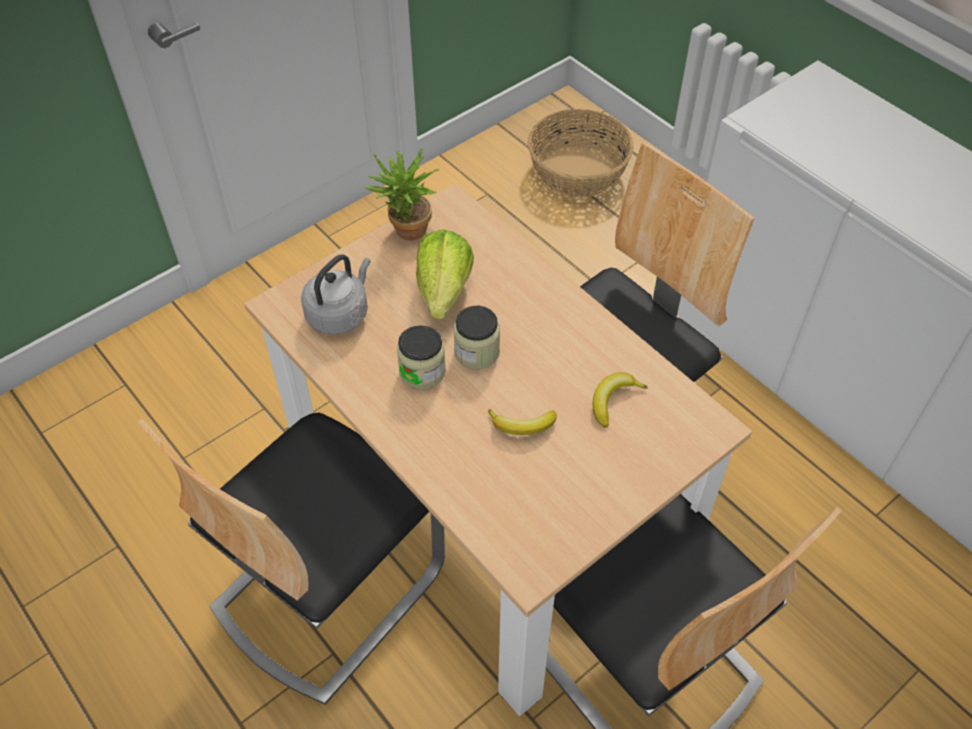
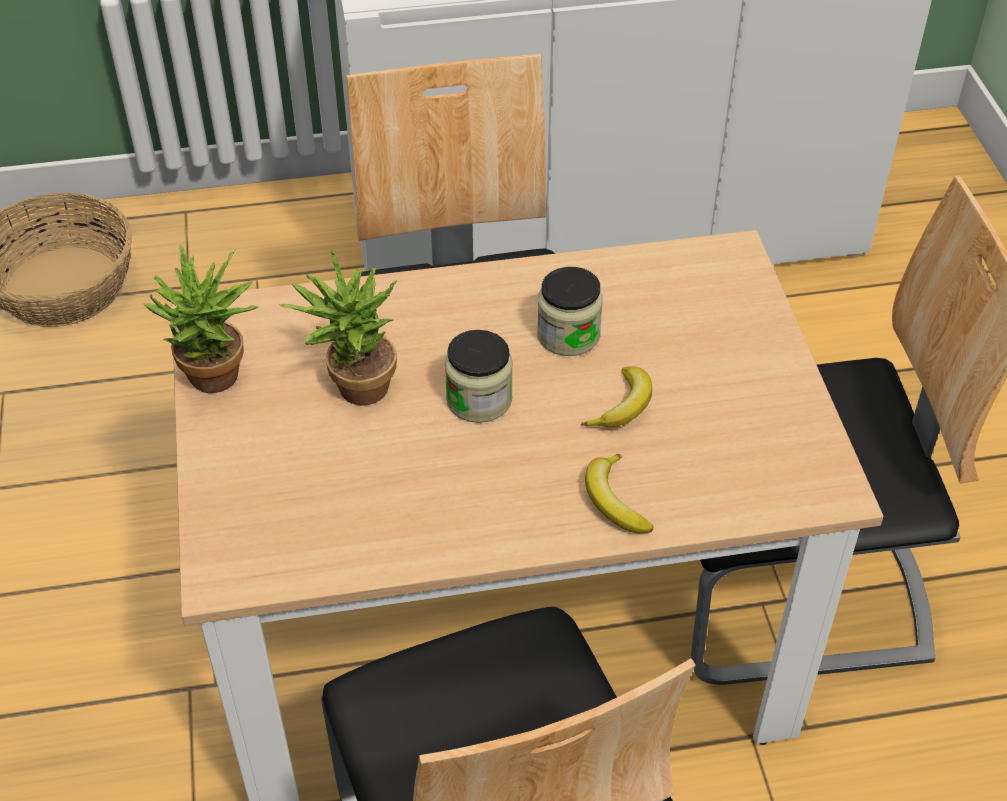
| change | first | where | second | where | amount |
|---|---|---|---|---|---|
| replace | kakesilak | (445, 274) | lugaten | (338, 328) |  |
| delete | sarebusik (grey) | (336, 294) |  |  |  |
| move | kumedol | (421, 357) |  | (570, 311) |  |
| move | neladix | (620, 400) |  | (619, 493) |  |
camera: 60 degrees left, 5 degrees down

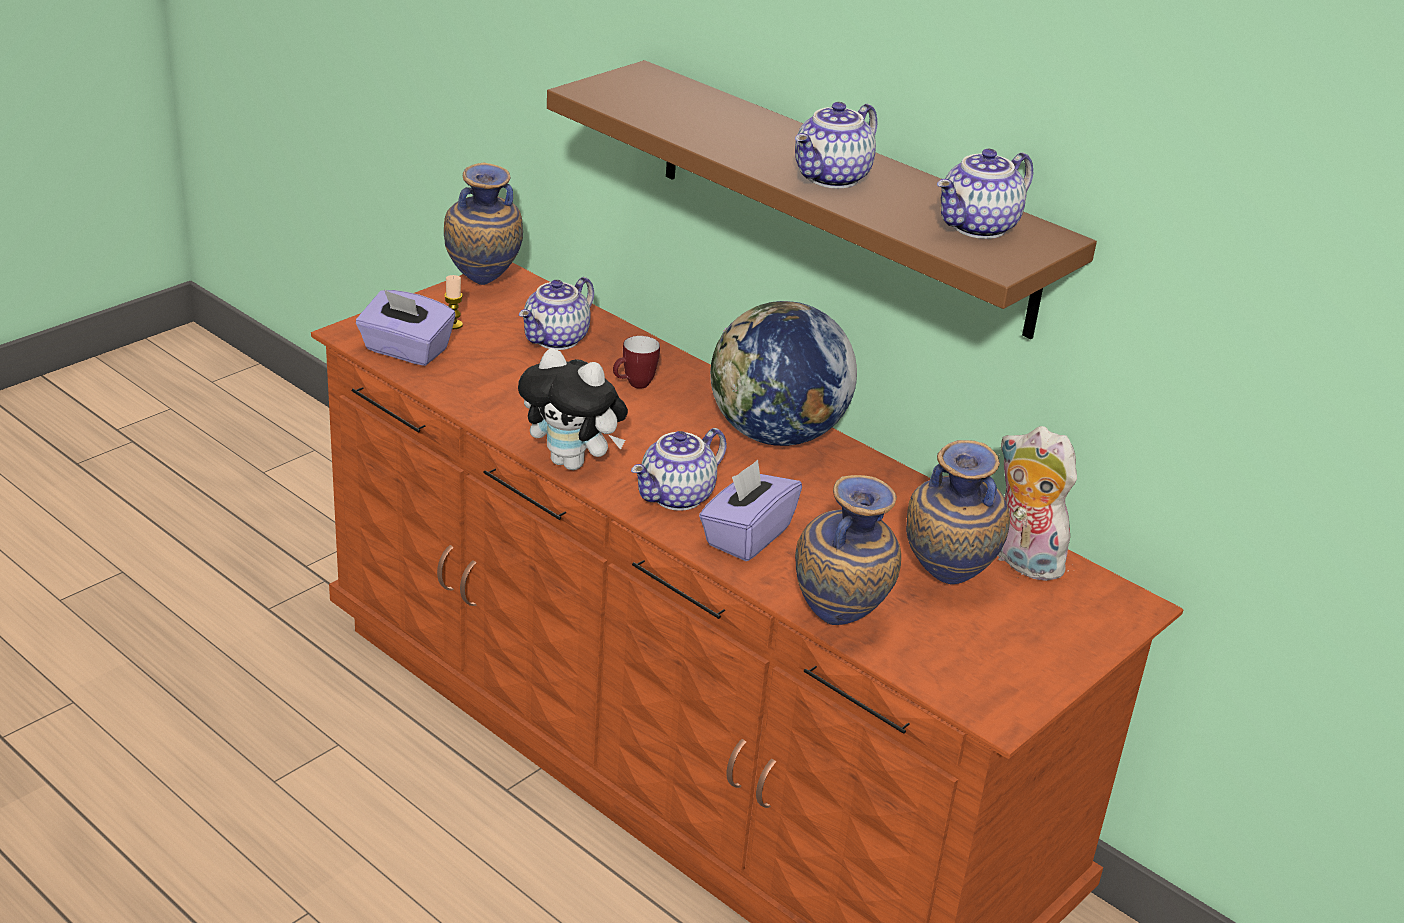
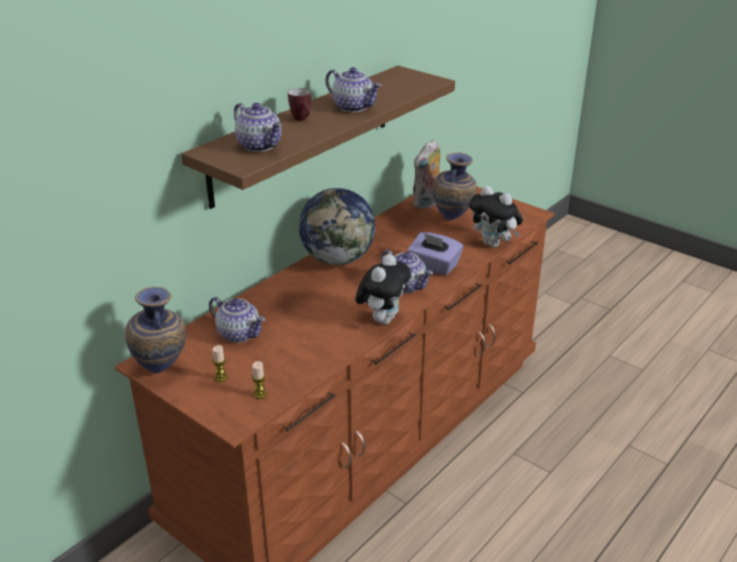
| change | first | where | second | where | amount |
|---|---|---|---|---|---|
| move | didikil | (985, 194) |  | (258, 127) |  |
| replace | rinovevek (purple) | (405, 328) | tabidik | (259, 380) |  |
| move | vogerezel | (636, 362) |  | (299, 104) |  |
| replace | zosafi | (848, 550) | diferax | (496, 217) |  |
camera: 90 degrees left, 0 degrees up

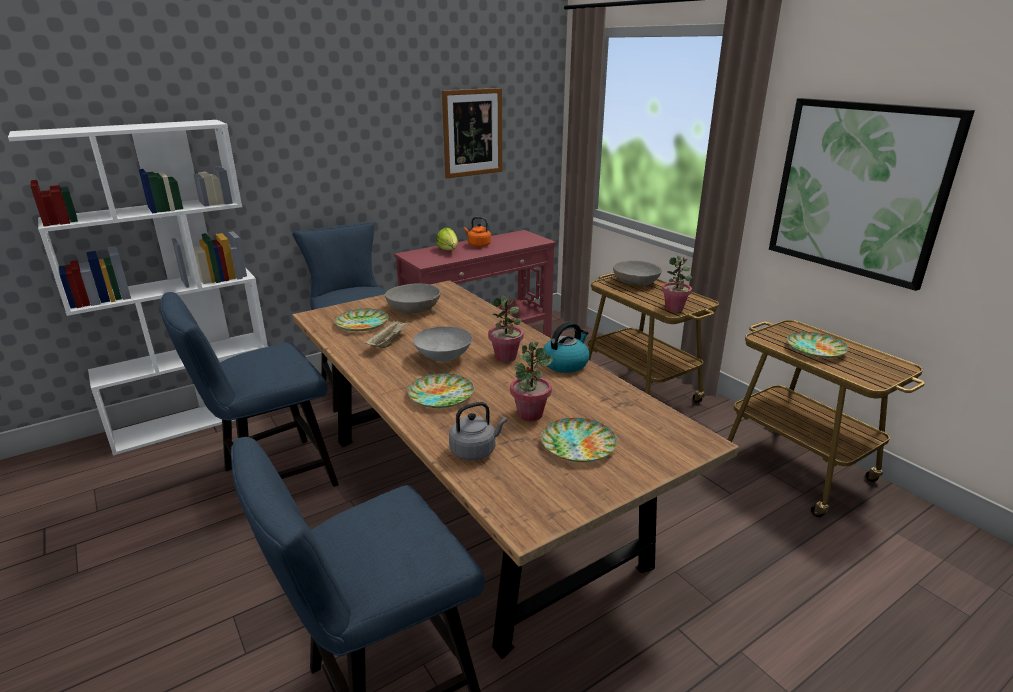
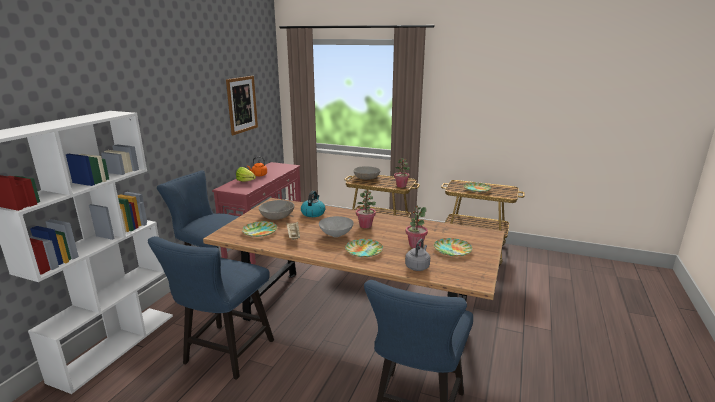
| change | first | where | second | where | amount |
|---|---|---|---|---|---|
| delete | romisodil | (872, 194) |  |  |  |
| move | sarebusik | (566, 347) |  | (313, 204) |  |
camera: 35 degrees left, 5 degrees down

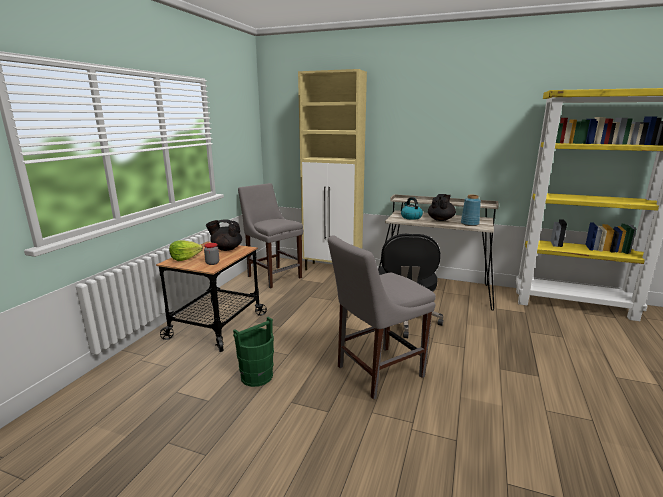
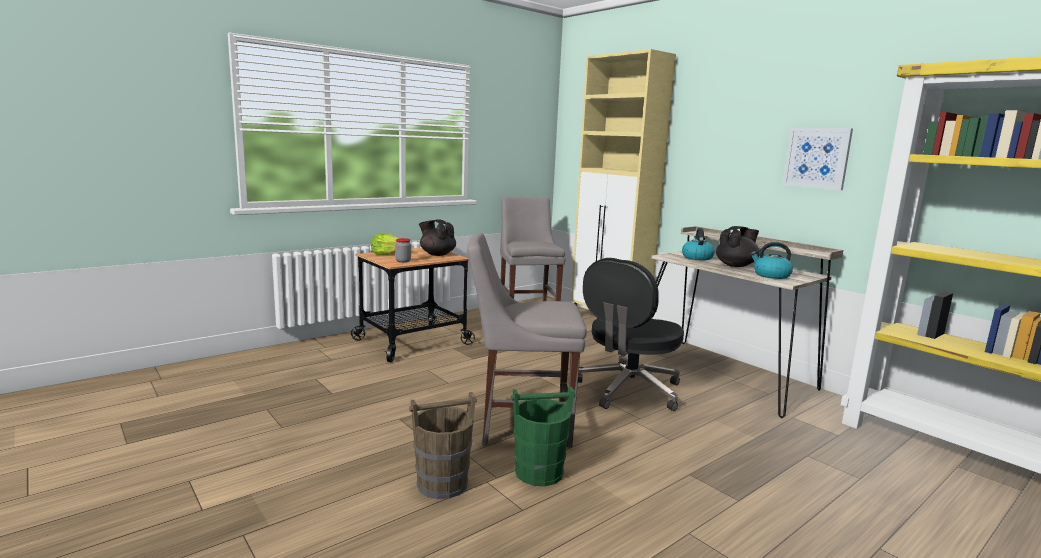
| change | first | where | second | where | amount |
|---|---|---|---|---|---|
| replace | zosafi (blue) | (471, 210) | sarebusik | (771, 260) |  |
| move | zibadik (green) | (253, 352) |  | (543, 436) |  |
| insert |  |  | romisodil | (818, 159) |  |
| insert |  |  | zibadik (brown) | (443, 445) |  |
camera: 30 degrees right, 5 degrees down

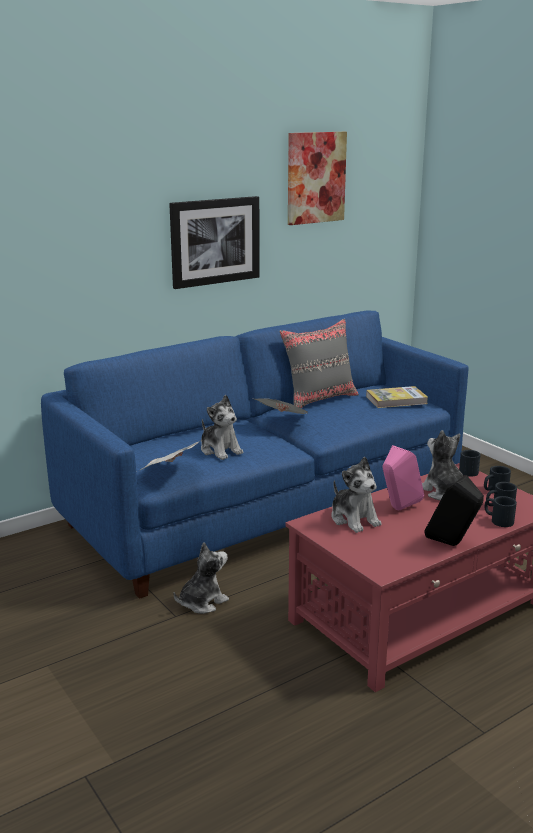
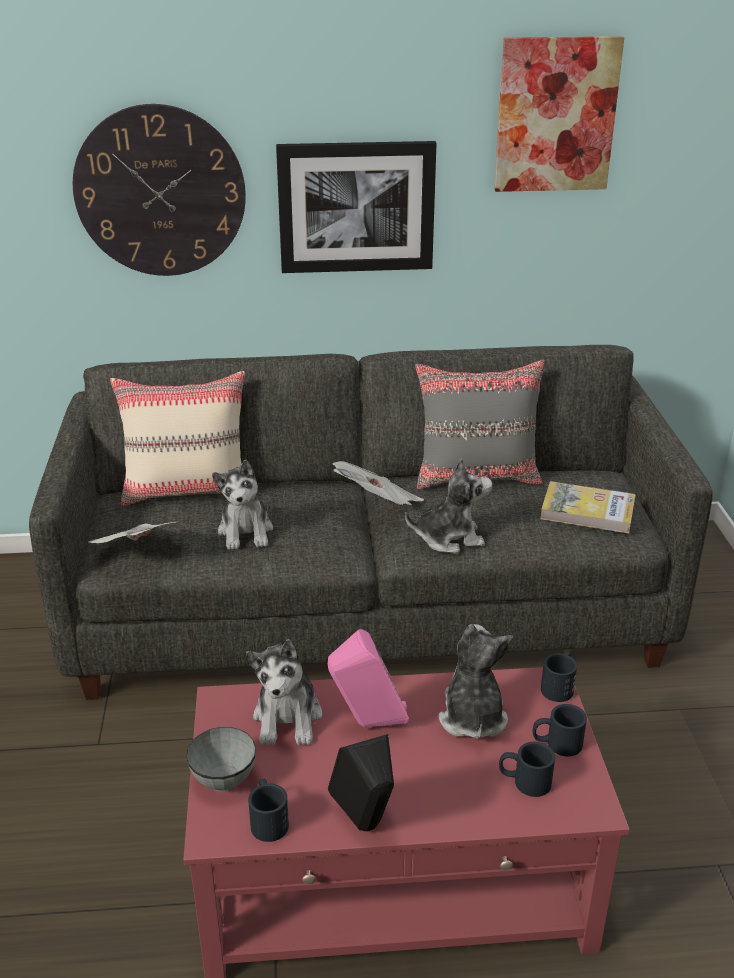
| change | first | where | second | where | amount |
|---|---|---|---|---|---|
| recolor | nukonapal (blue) | (255, 455) | nukonapal (grey) | (371, 522) |  |
| move | vogerezel (black) | (501, 511) |  | (268, 810) |  |
| move | diferax | (201, 578) |  | (449, 505) |  |
| insert |  |  | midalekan | (159, 190) |  |
| insert |  |  | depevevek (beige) | (177, 438) |  |
| insert |  |  | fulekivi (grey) | (221, 759) |  |
camera: 30 degrees right, 10 degrees up

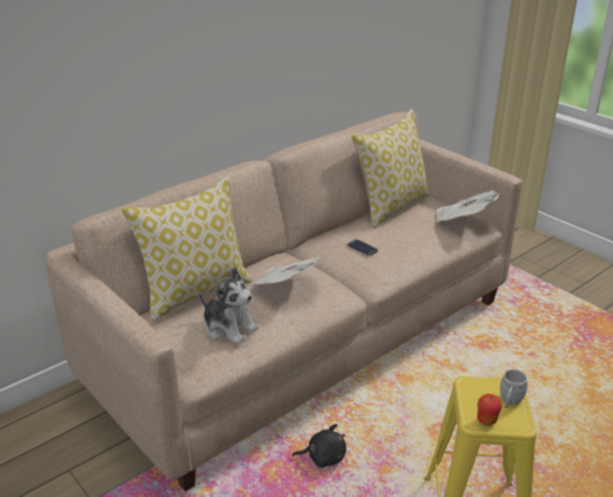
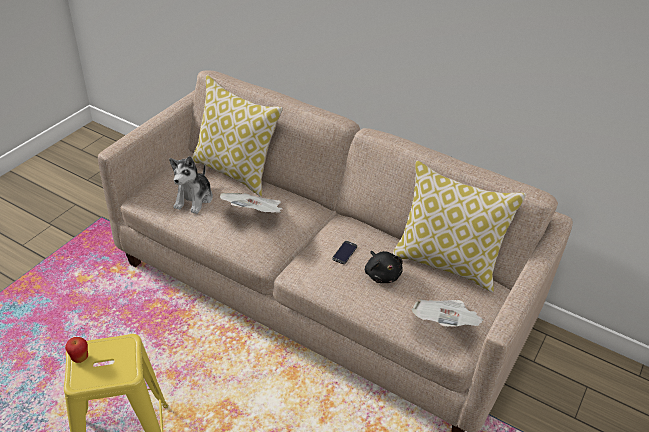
| change | first | where | second | where | amount |
|---|---|---|---|---|---|
| delete | vogerezel (grey) | (514, 388) |  |  |  |
| move | diferax (black) | (319, 446) |  | (384, 267) |  |
camera: 70 degrees right, 10 degrees up

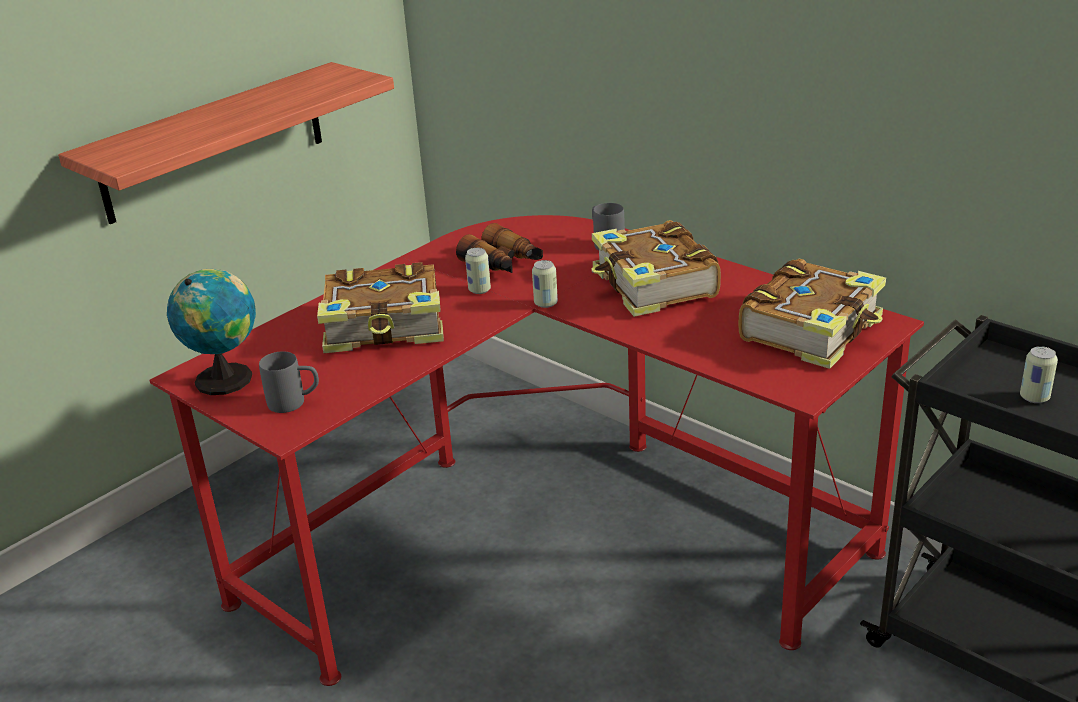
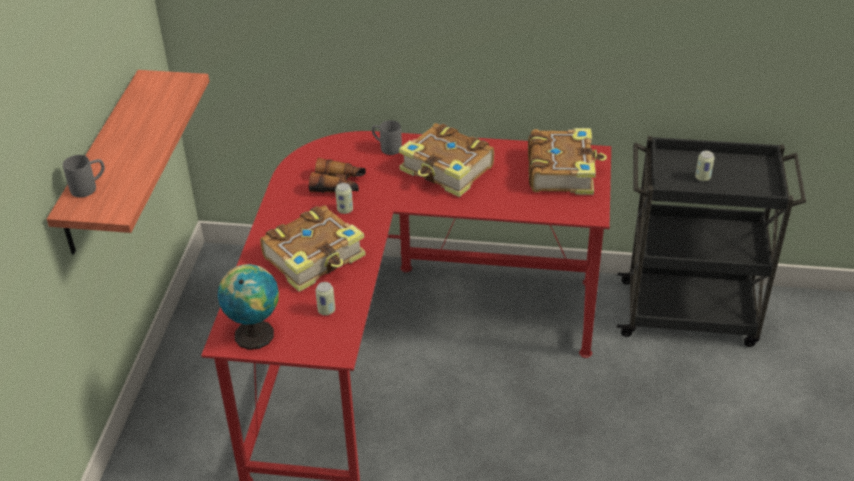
| change | first | where | second | where | amount |
|---|---|---|---|---|---|
| move | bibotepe | (545, 284) |  | (325, 298) |  |
| move | vogerezel (grey) | (289, 382) |  | (84, 176) |  |
camera: 35 degrees left, 10 degrees up

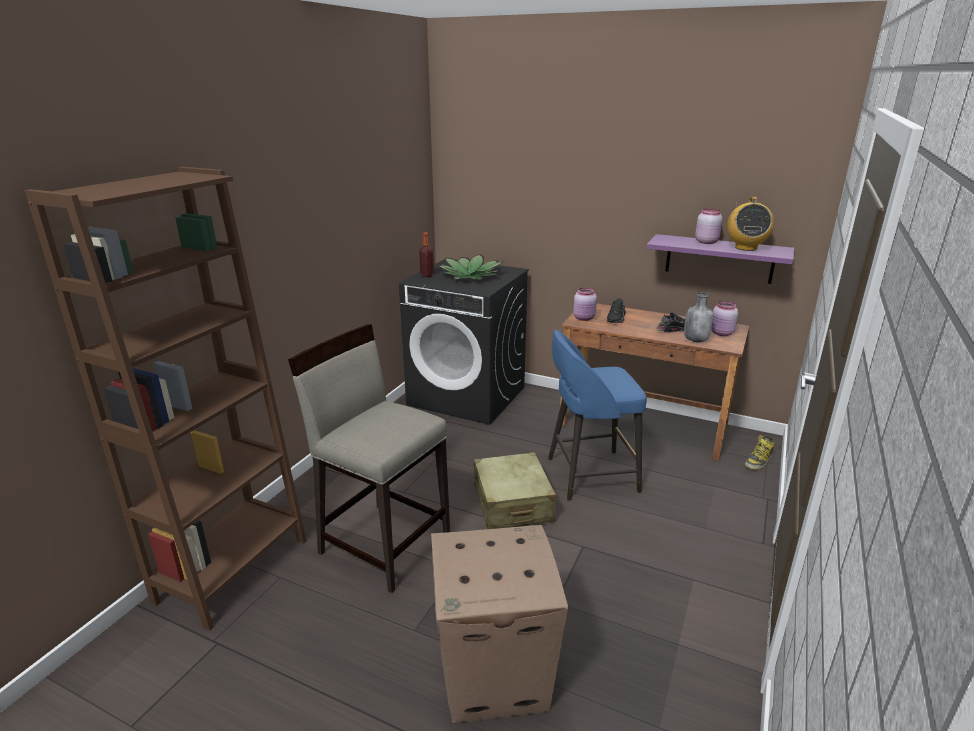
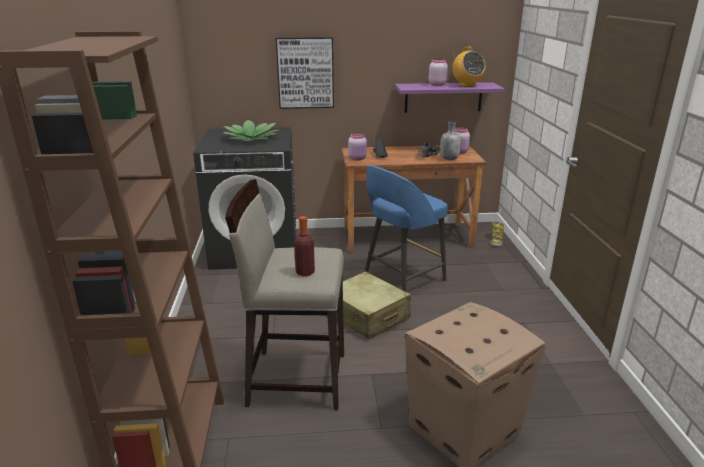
| change | first | where | second | where | amount |
|---|---|---|---|---|---|
| move | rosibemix | (426, 254) |  | (304, 246) |  |
| insert |  |  | romisodil | (305, 73) |  |
camera: 30 degrees left, 0 degrees up

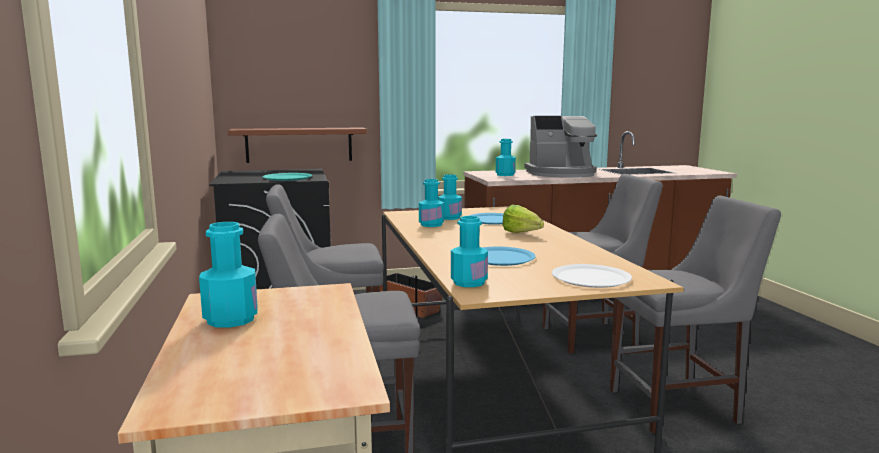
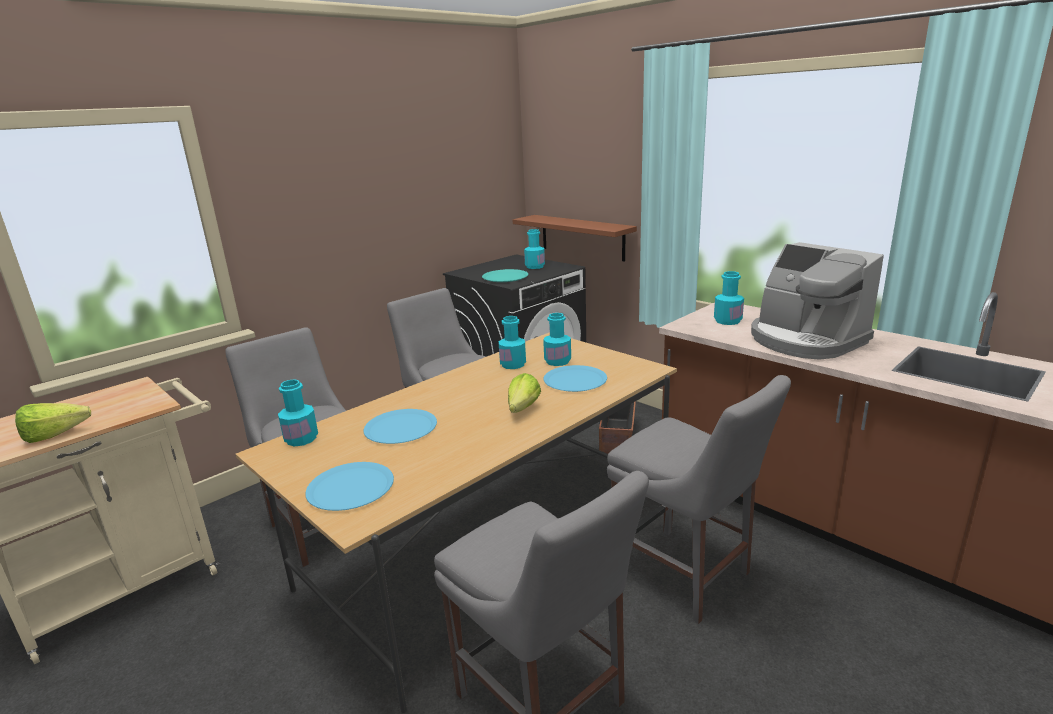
| change | first | where | second | where | amount |
|---|---|---|---|---|---|
| move | rosibemix (turquoise) | (228, 275) |  | (534, 249) |  |
| recolor | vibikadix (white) | (592, 276) | vibikadix (blue) | (349, 486) |  |
| insert |  |  | kakesilak | (53, 423) |  |
camera: 60 degrees right, 10 degrees up

